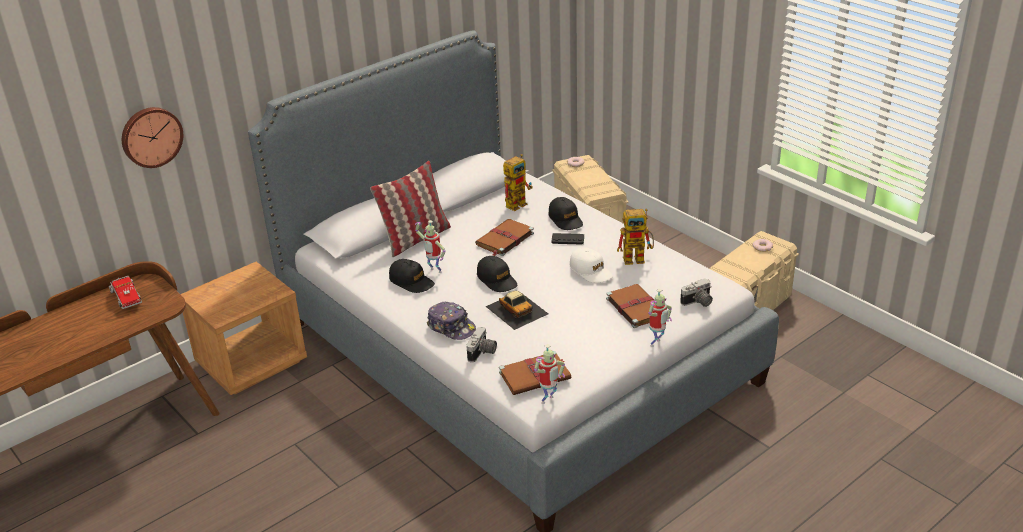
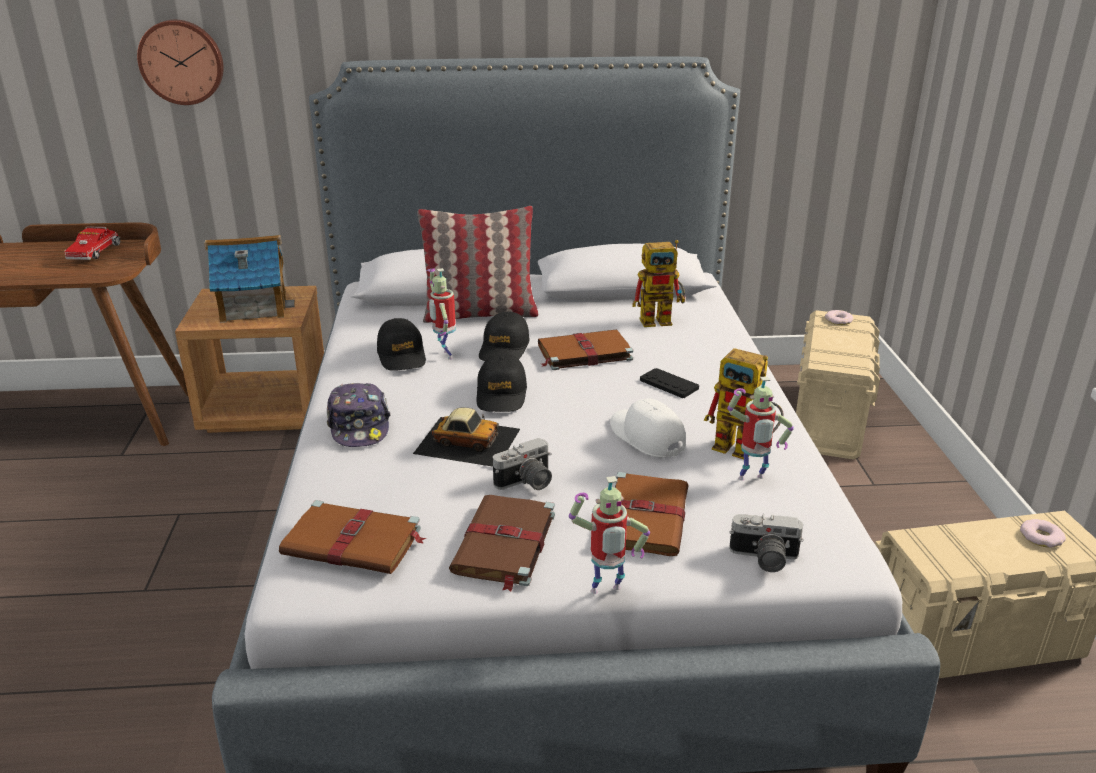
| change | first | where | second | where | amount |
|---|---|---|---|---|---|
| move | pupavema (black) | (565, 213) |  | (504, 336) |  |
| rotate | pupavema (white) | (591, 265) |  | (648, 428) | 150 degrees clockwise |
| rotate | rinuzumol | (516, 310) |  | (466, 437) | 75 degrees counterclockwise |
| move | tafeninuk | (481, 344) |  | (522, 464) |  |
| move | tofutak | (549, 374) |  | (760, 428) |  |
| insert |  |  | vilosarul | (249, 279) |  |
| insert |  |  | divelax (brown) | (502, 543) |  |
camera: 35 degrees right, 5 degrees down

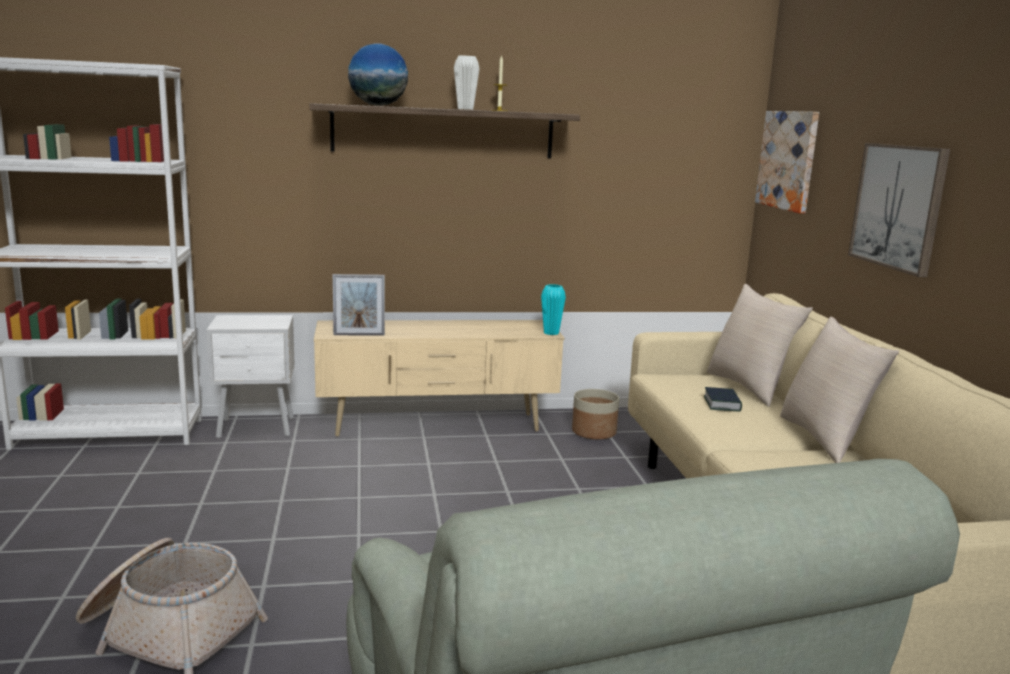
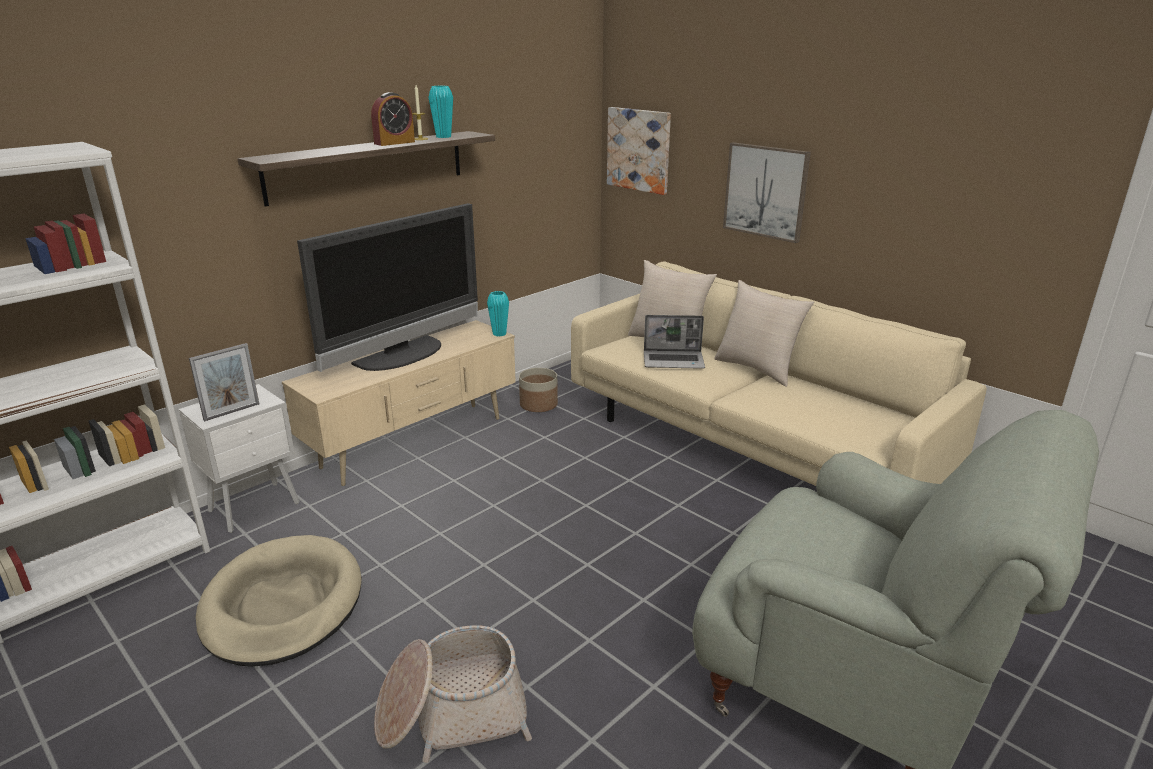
| change | first | where | second | where | amount |
|---|---|---|---|---|---|
| delete | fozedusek | (378, 75) |  |  |  |
| replace | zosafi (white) | (467, 83) | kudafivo | (393, 119) |  |
| move | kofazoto | (358, 304) |  | (224, 382) |  |
| replace | divelax | (723, 399) | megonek | (674, 342) |  |
| insert |  |  | zosafi (turquoise) | (441, 112) |  |
| insert |  |  | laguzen | (387, 287) |  |
| insert |  |  | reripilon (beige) | (278, 601) |  |
camera: 35 degrees left, 10 degrees up

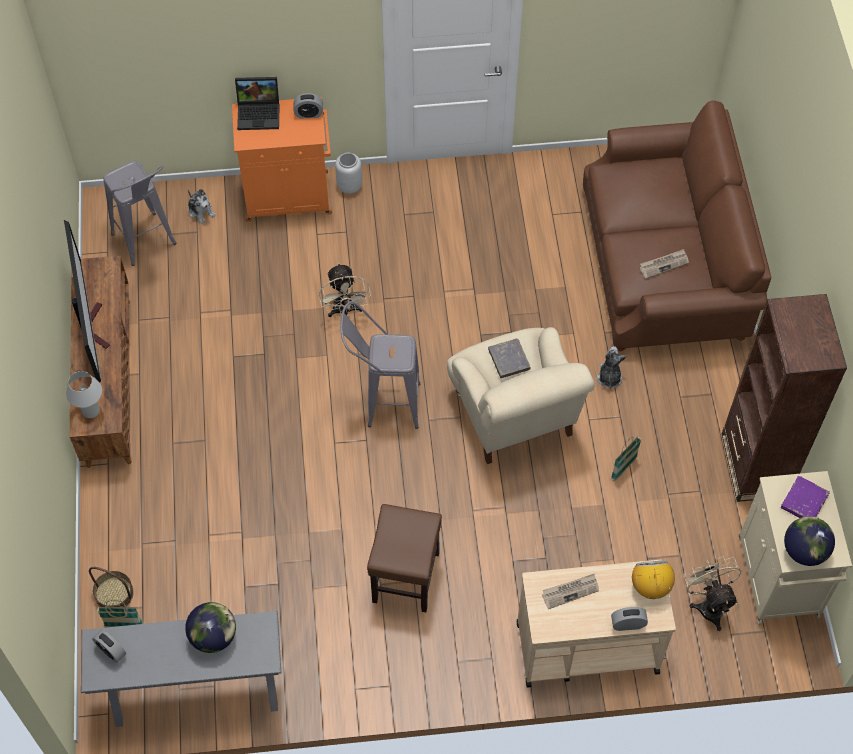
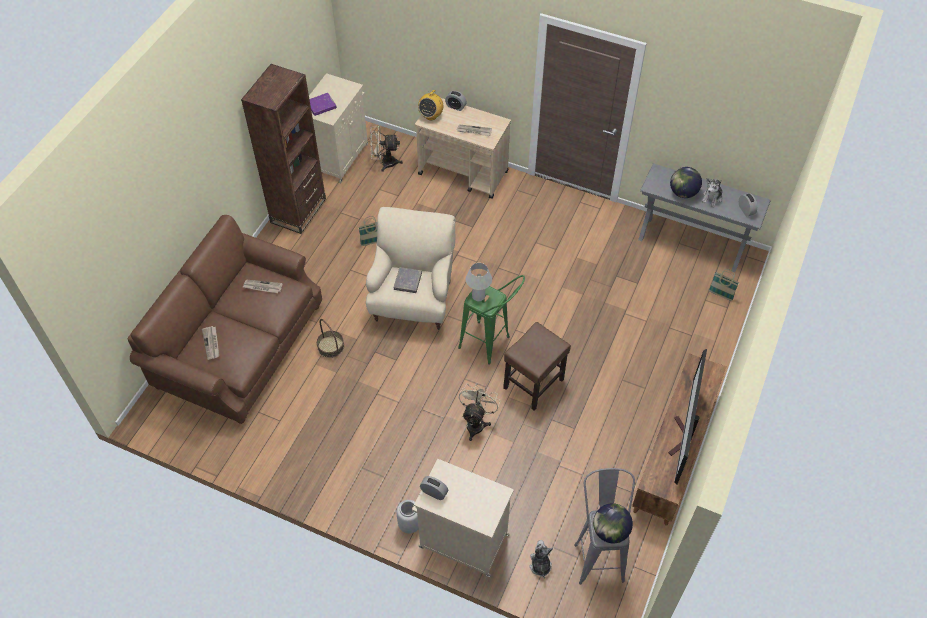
| change | first | where | second | where | amount |
|---|---|---|---|---|---|
| delete | megonek | (257, 103) |  |  |  |
| recolor | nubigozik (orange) | (282, 159) | nubigozik (beige) | (463, 518) |  |
| recolor | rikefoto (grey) | (380, 365) | rikefoto (green) | (491, 319) |  |
| move | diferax | (611, 368) |  | (711, 192) |  |
| move | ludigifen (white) | (84, 394) |  | (479, 282) |  |
| move | rikefoto (brown) | (404, 558) |  | (537, 366) |  |
| move | fozedusek | (809, 541) |  | (613, 523) |  |
| rotate | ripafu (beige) | (712, 593) |  | (386, 149) | 75 degrees clockwise |
| move | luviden | (111, 587) |  | (330, 338) |  |
| insert |  |  | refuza | (210, 343) |  |
camera: 150 degrees left, 5 degrees down

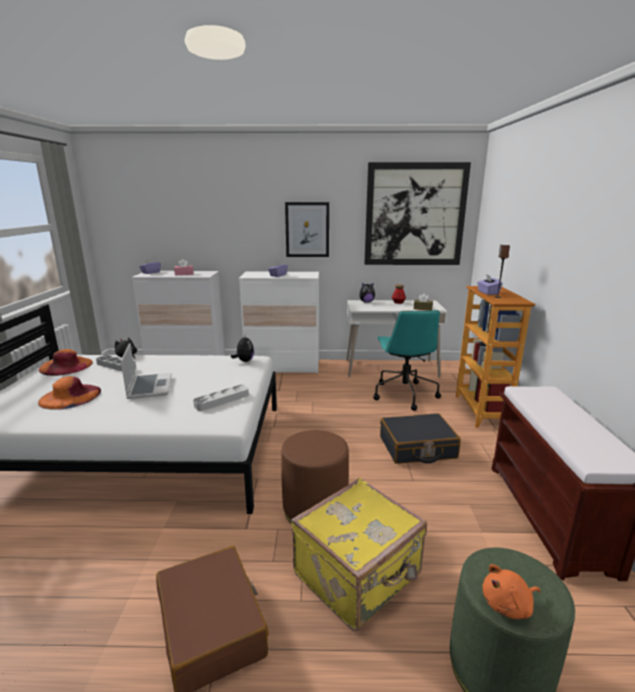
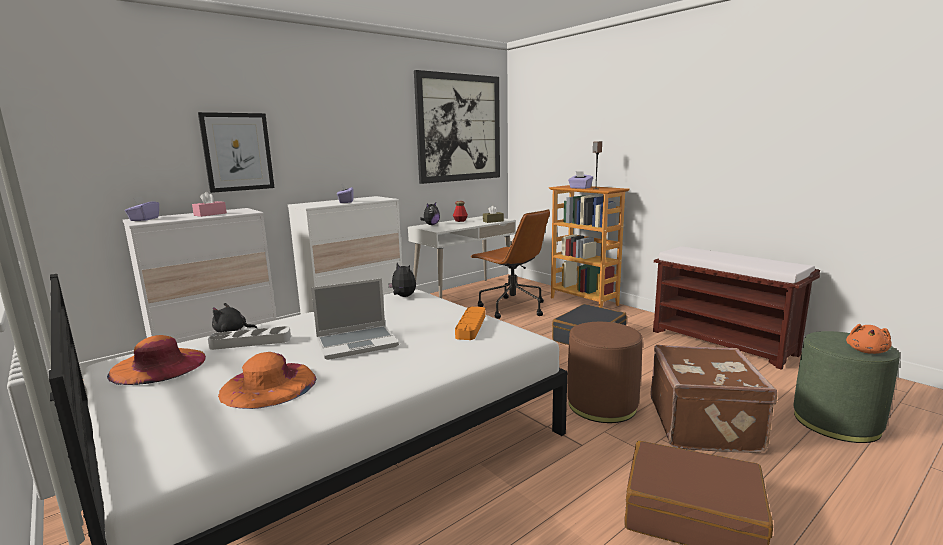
| change | first | where | second | where | amount |
|---|---|---|---|---|---|
| move | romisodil | (307, 229) |  | (236, 152) |  |
| recolor | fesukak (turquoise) | (407, 360) | fesukak (brown) | (510, 264) |  |
| rotate | megonek | (146, 371) |  | (355, 319) | 120 degrees clockwise |
| recolor | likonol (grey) | (221, 398) | likonol (orange) | (470, 323) |  |
| recolor | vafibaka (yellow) | (359, 555) | vafibaka (brown) | (714, 399) |  |
camera: 40 degrees left, 5 degrees down

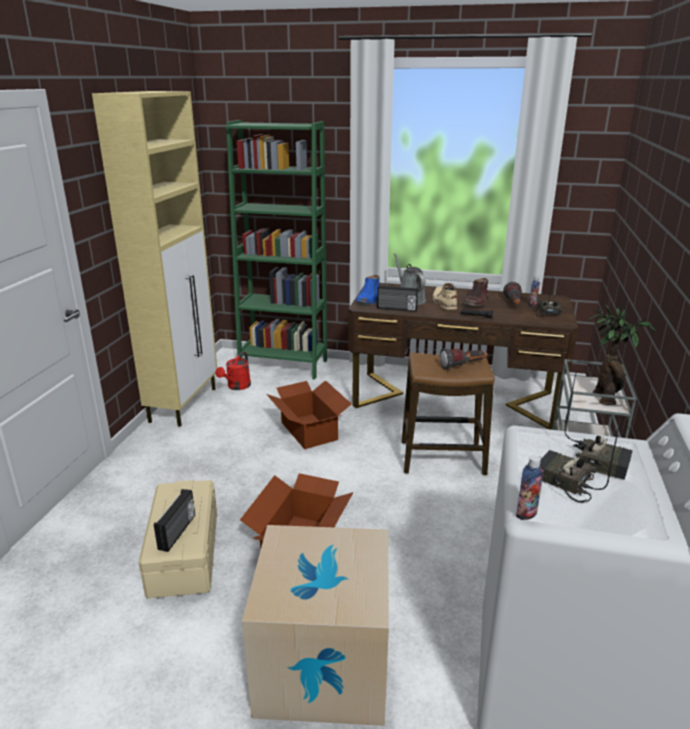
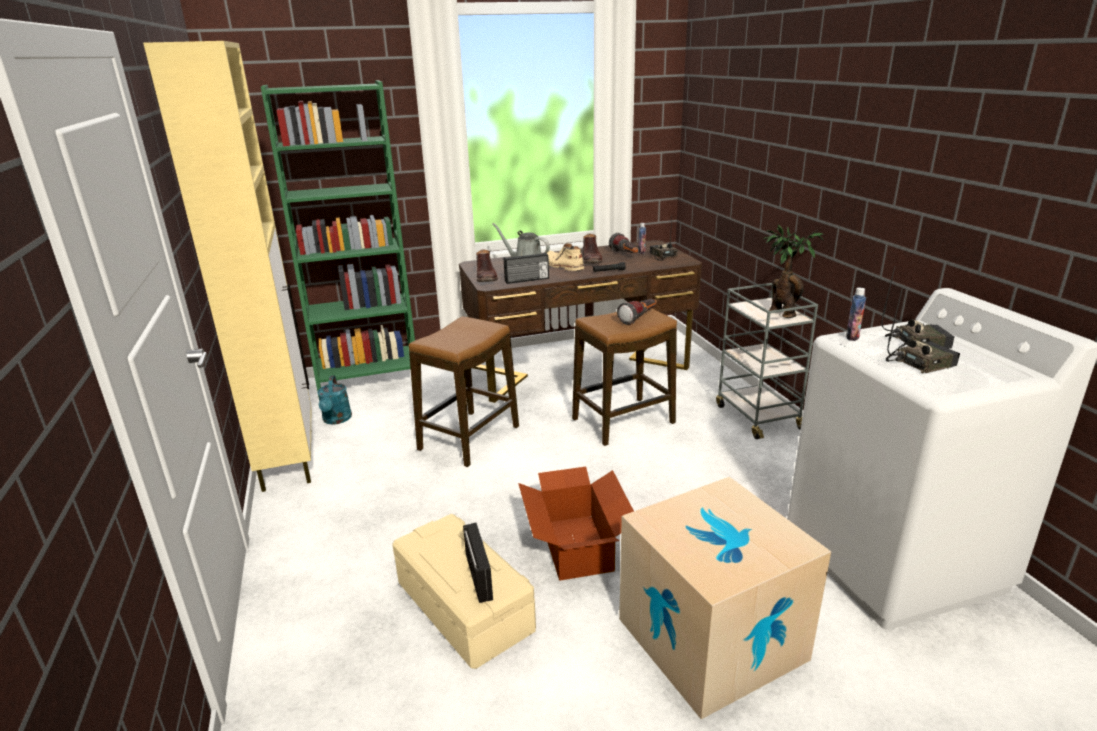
| change | first | where | second | where | amount |
|---|---|---|---|---|---|
| recolor | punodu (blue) | (367, 289) | punodu (brown) | (487, 265) |  |
| recolor | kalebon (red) | (233, 371) | kalebon (turquoise) | (335, 400) |  |
| replace | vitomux | (308, 414) | rikefoto | (464, 391) |  |
| rotate | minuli | (580, 461) |  | (923, 330) | 150 degrees clockwise |
| move | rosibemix | (530, 488) |  | (856, 314) |  |
camera: 30 degrees left, 0 degrees up

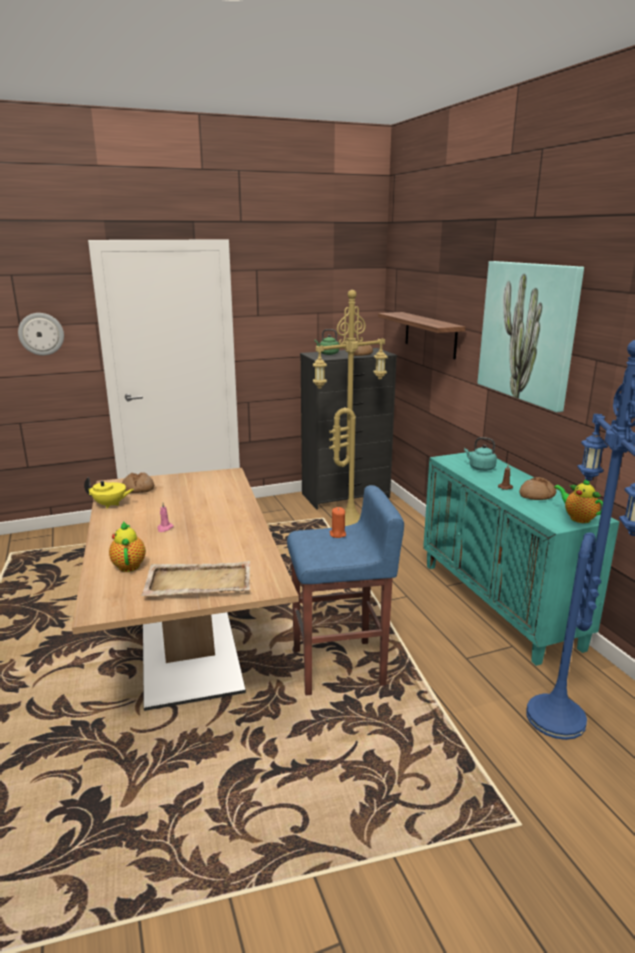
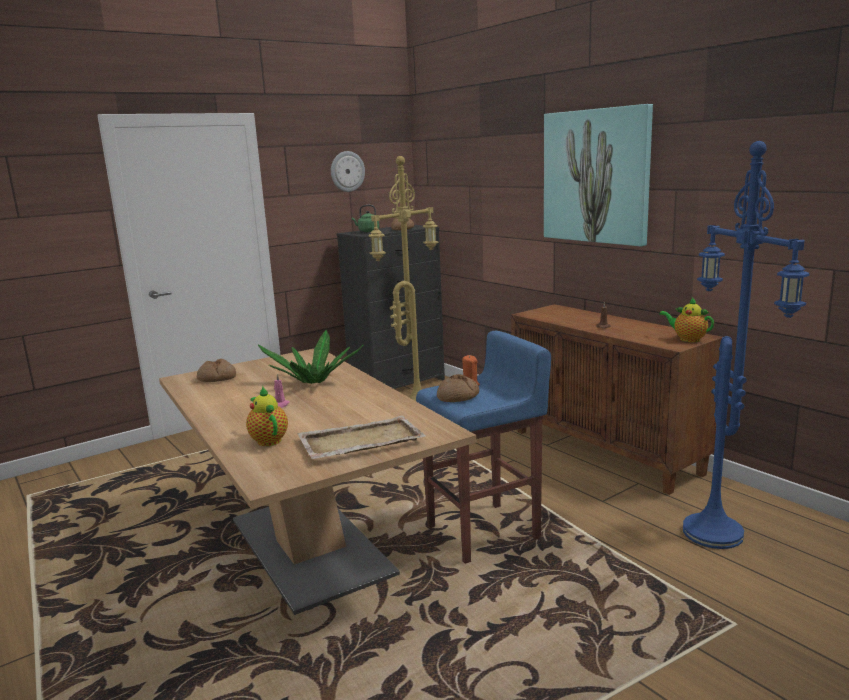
| change | first | where | second | where | amount |
|---|---|---|---|---|---|
| delete | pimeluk | (422, 335) |  |  |  |
| move | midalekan | (41, 334) |  | (348, 171) |  |
| delete | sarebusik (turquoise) | (480, 454) |  |  |  |
| recolor | nubigozik (turquoise) | (521, 558) | nubigozik (brown) | (617, 399) |  |
| delete | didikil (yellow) | (109, 493) |  |  |  |
| move | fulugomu | (537, 488) |  | (458, 388) |  |
| insert |  |  | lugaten | (310, 357) |  |
camera: 15 degrees left, 5 degrees down

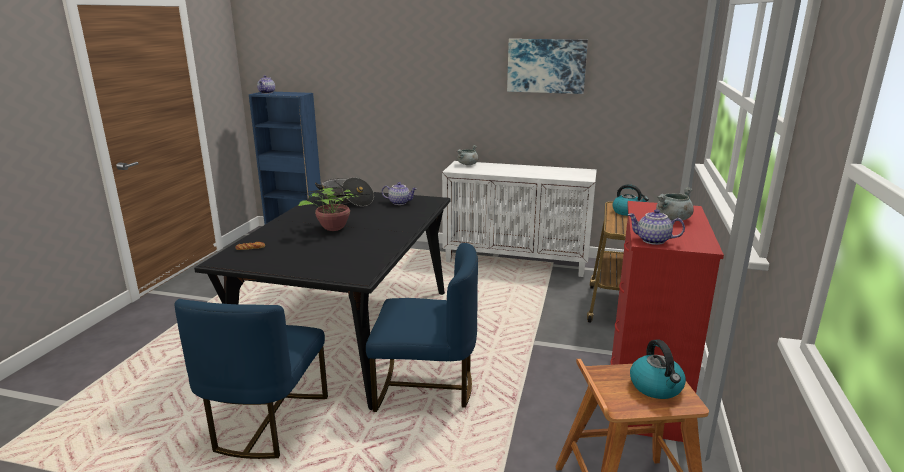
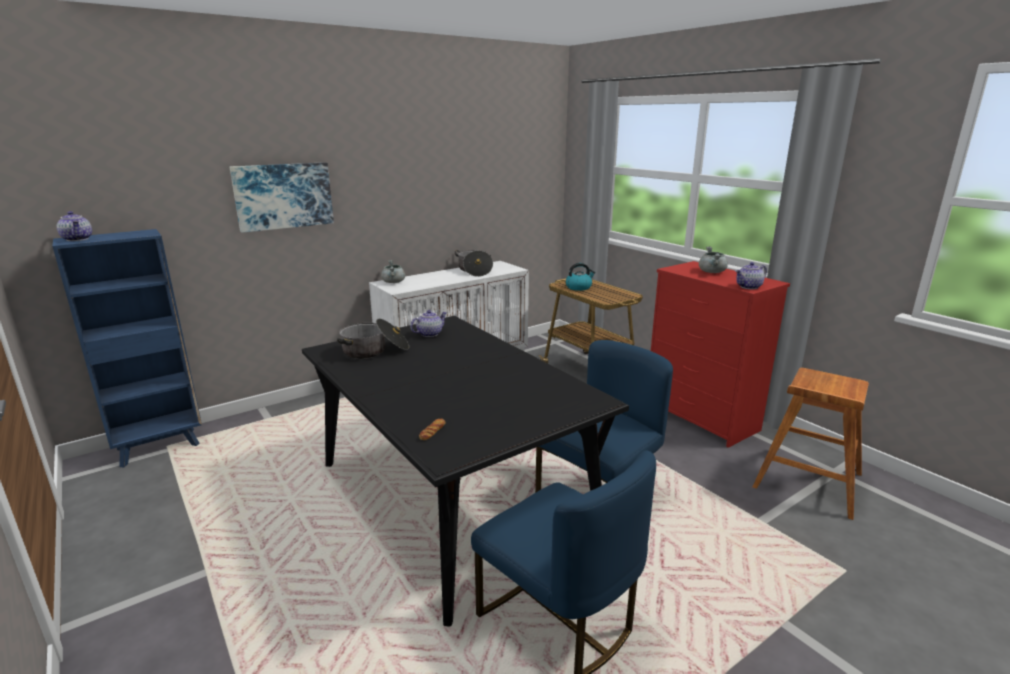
| change | first | where | second | where | amount |
|---|---|---|---|---|---|
| move | romisodil | (547, 66) |  | (282, 197) |  |
| delete | lugaten | (333, 206) |  |  |  |
| delete | sarebusik | (658, 369) |  |  |  |
| insert |  |  | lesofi | (474, 263) |  |
camera: 50 degrees left, 0 degrees up

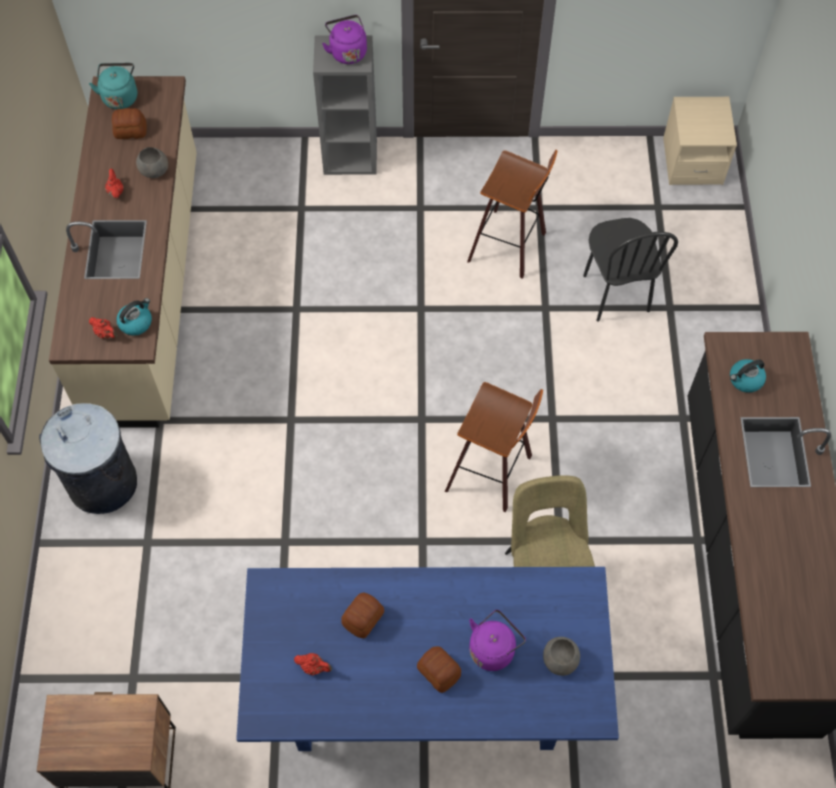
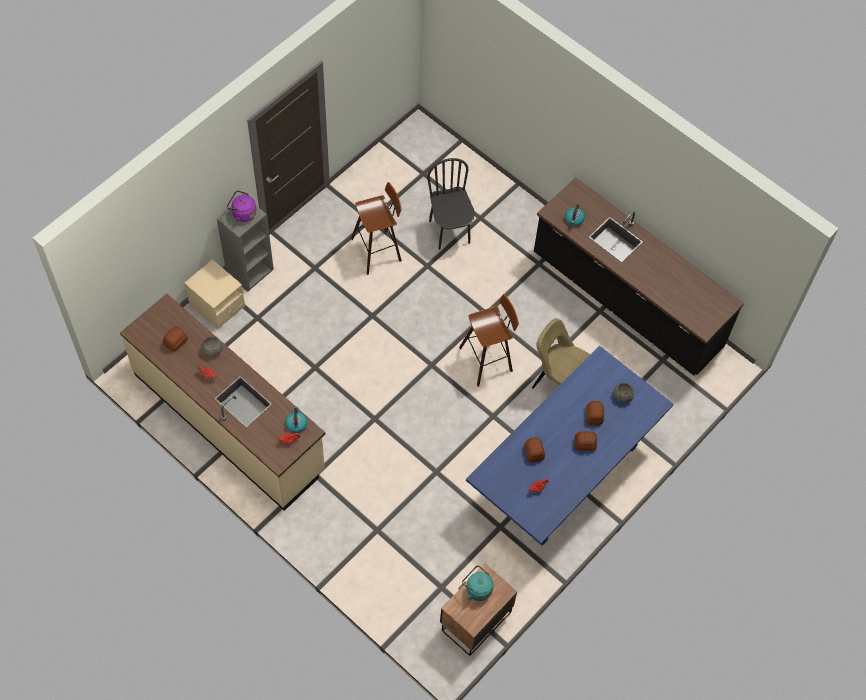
| change | first | where | second | where | amount |
|---|---|---|---|---|---|
| move | sarebusik (turquoise) | (113, 86) |  | (478, 583) |  |
| move | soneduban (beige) | (700, 141) |  | (214, 294) |  |
| rotate | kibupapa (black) | (630, 270) |  | (451, 204) | 135 degrees counterclockwise |
| delete | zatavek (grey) | (88, 458) |  |  |  |
| replace | sarebusik (purple) | (497, 640) | fulugomu | (595, 413) |  |
camera: 50 degrees left, 0 degrees up

